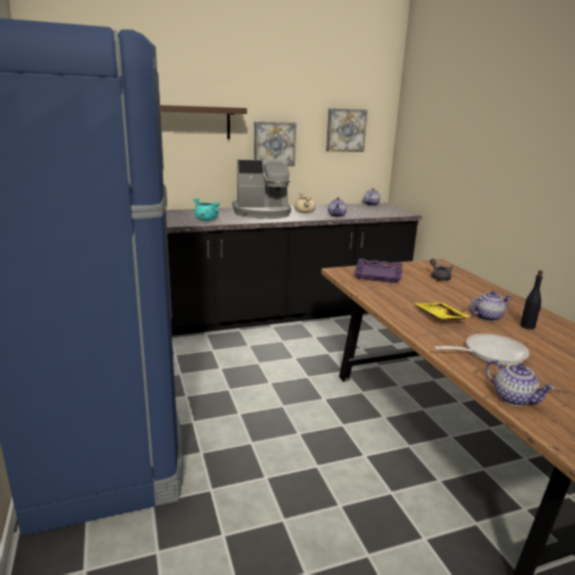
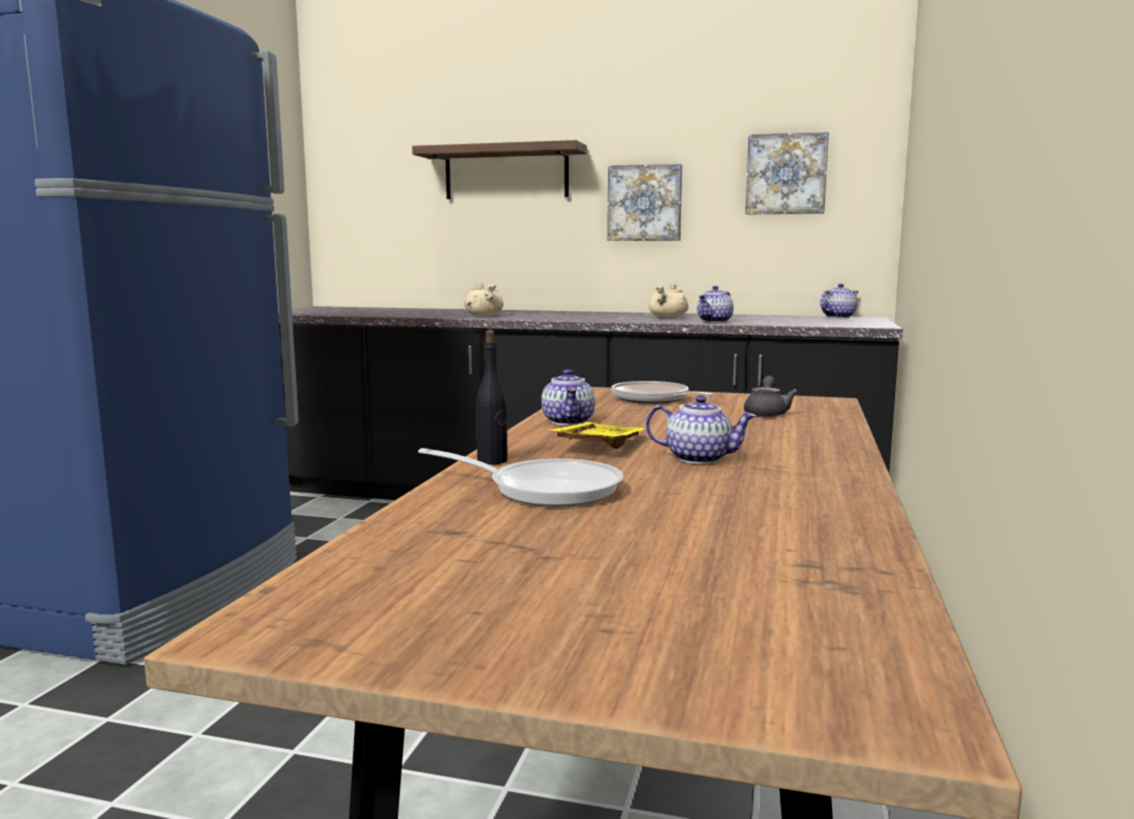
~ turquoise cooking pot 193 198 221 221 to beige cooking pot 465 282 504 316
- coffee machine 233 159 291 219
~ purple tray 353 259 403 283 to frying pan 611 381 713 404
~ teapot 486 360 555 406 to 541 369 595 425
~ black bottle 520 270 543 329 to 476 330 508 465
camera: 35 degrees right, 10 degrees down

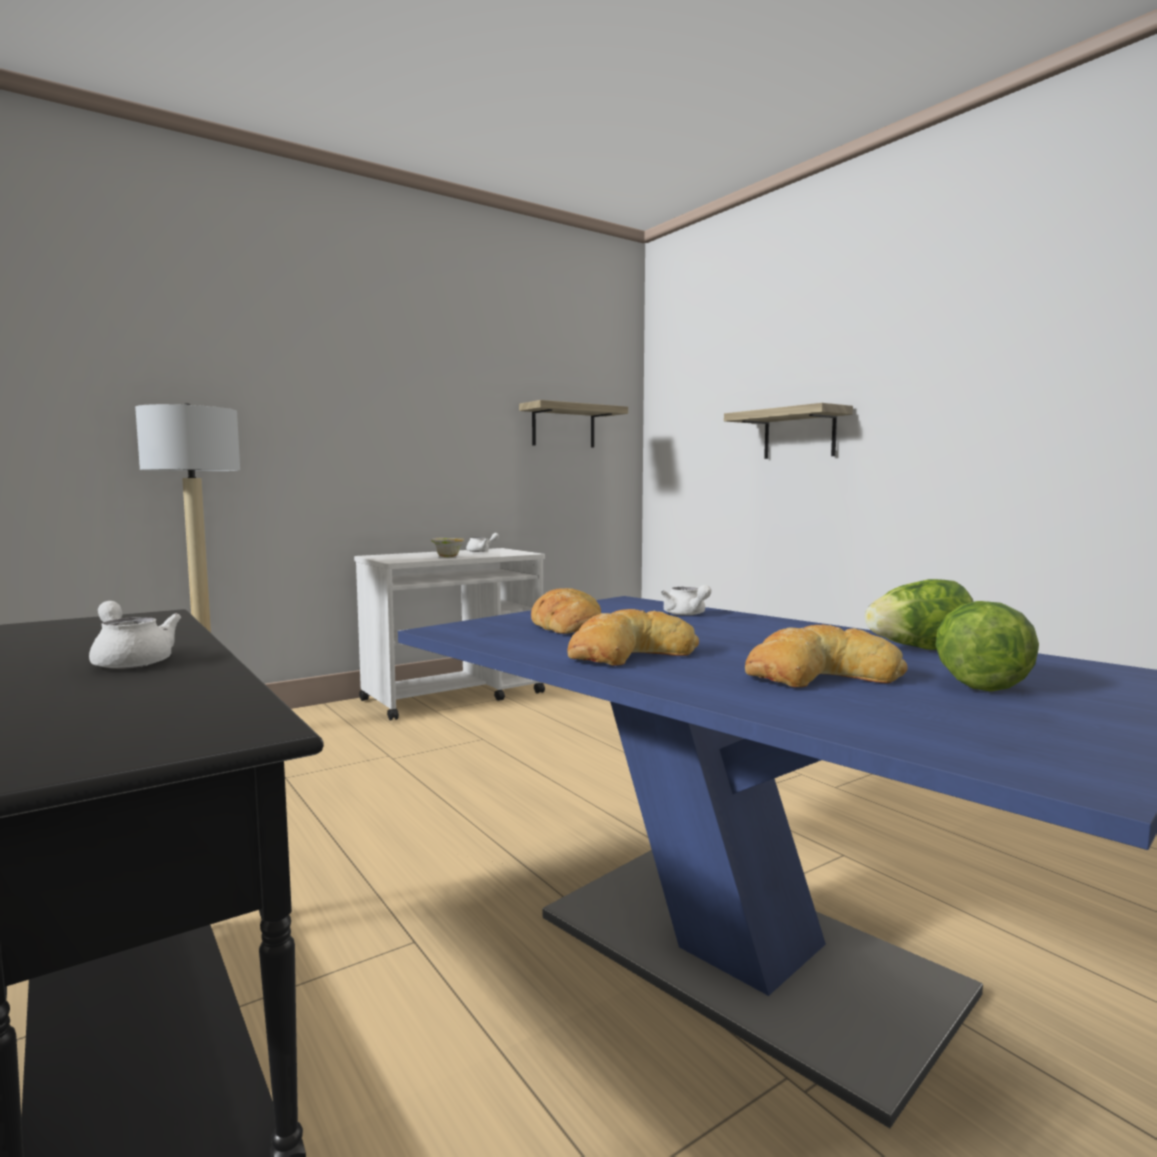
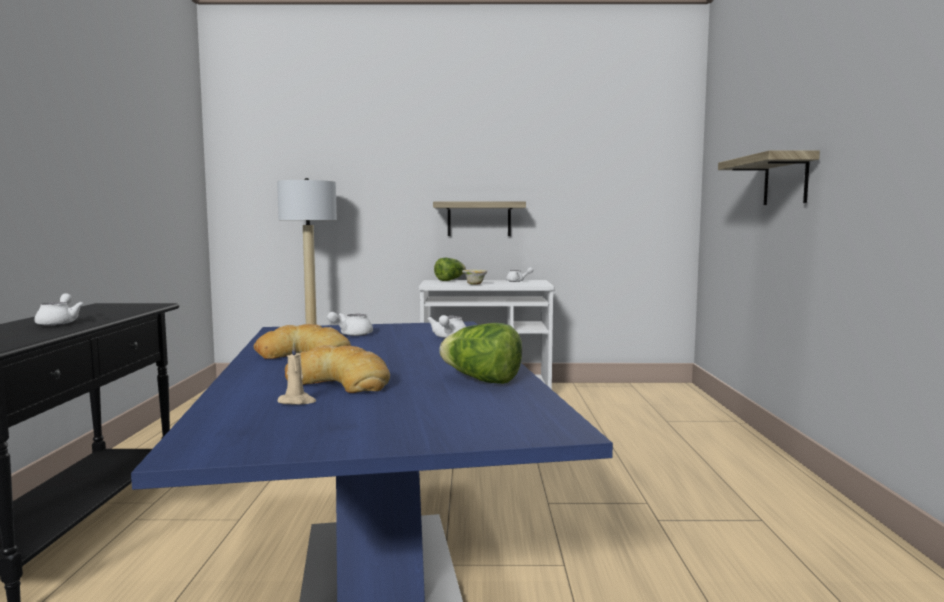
~ shelf 519 400 628 448 to 433 201 526 236
~ bread 531 588 601 634 to white teapot 327 312 373 336
~ lettuce 936 601 1039 692 to 434 258 466 281
+ beige candle 278 342 316 405
camera: 35 degrees right, 0 degrees up

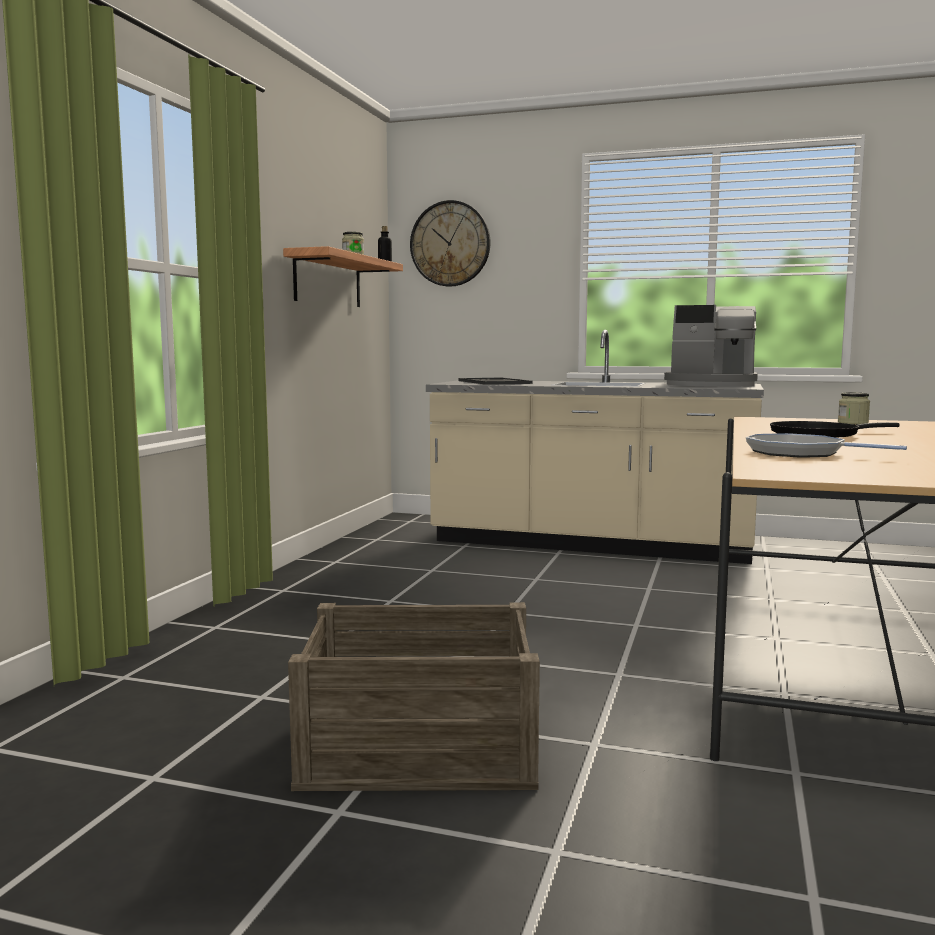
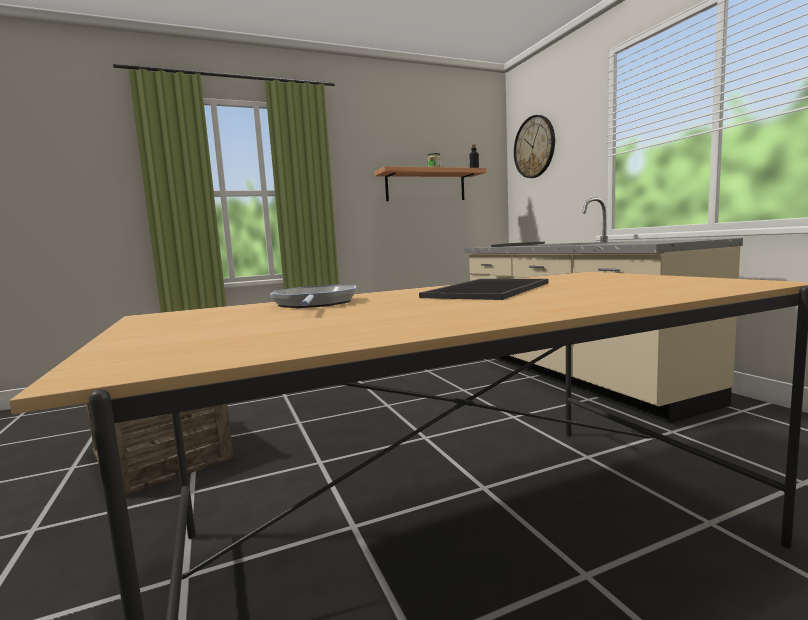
- coffee machine 664 305 758 387
~ black frying pan 770 421 900 438 to tray 419 279 549 300
- jar 838 393 870 424
camera: 50 degrees right, 0 degrees up

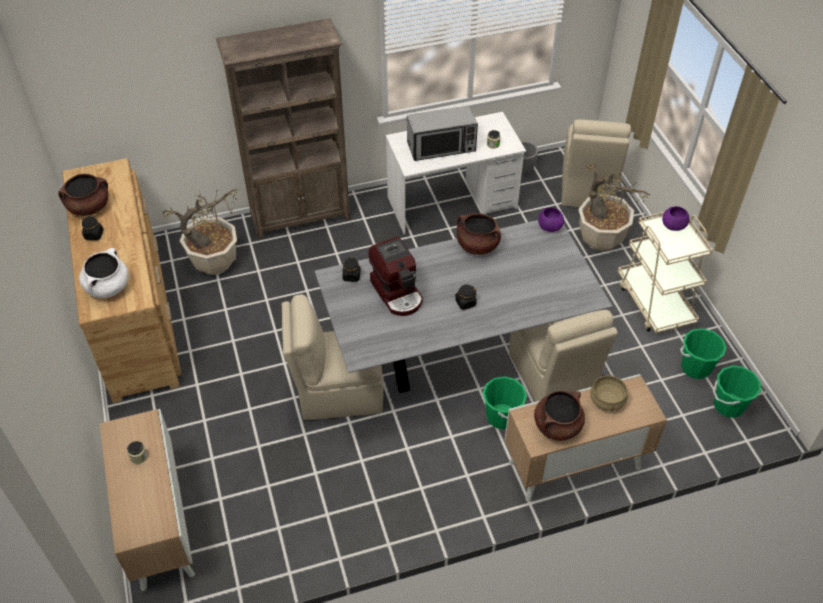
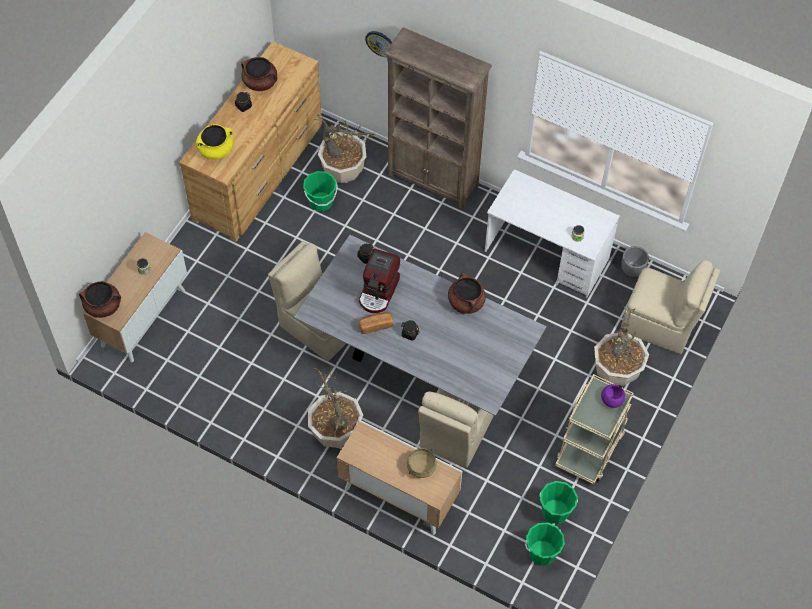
~ white cooking pot 79 248 129 298 to yellow cooking pot 196 124 233 160
- microwave 407 106 478 161
~ green bucket 483 376 527 429 to 303 171 337 211
~ brown cooking pot 534 391 585 441 to 79 281 121 318
- purple bowl 538 207 564 232
~ beige chair 562 119 631 207 = 621 260 720 354 120 degrees counterclockwise
+ potted plant 308 364 363 448
+ bread 358 312 394 334
+ wall clock 365 31 392 57
camera: 45 degrees right, 10 degrees up

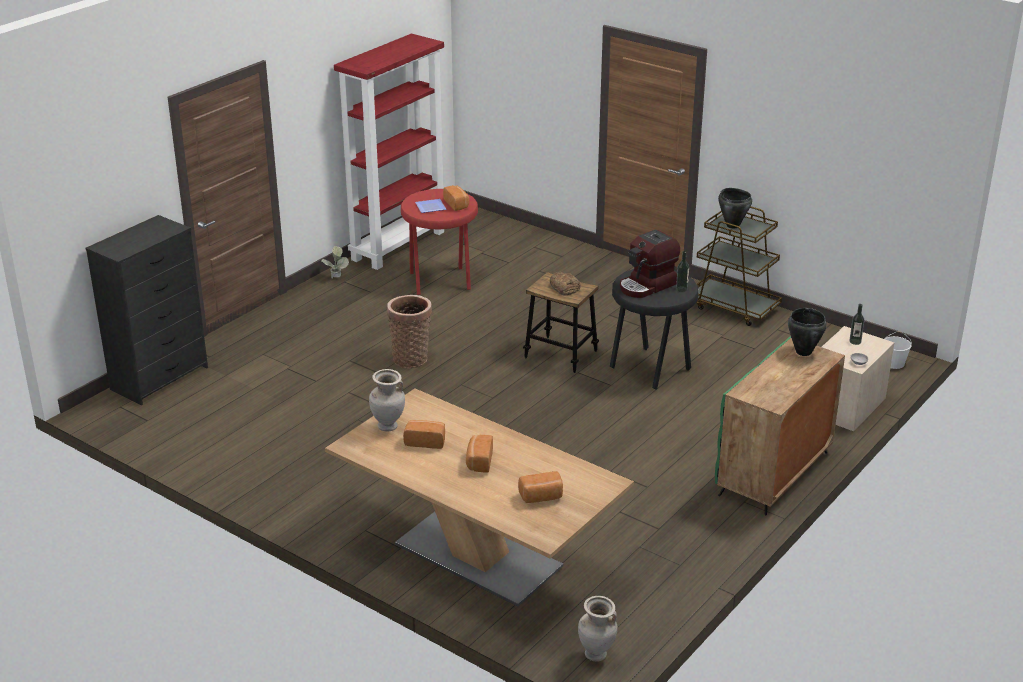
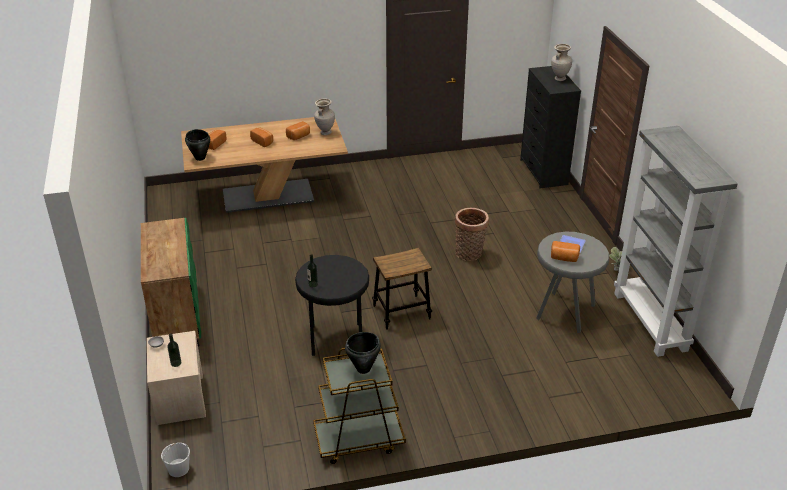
~ red bookcase 334 34 444 270 to grey bookcase 614 126 738 357
~ red stool 401 189 478 295 to grey stool 536 232 609 333
- bread 550 272 581 296
~ beige vase 578 596 617 662 to 551 44 572 81
- coffee machine 620 230 680 298
~ black cooking pot 788 308 827 356 to 185 129 210 161
camera: 130 degrees right, 5 degrees up

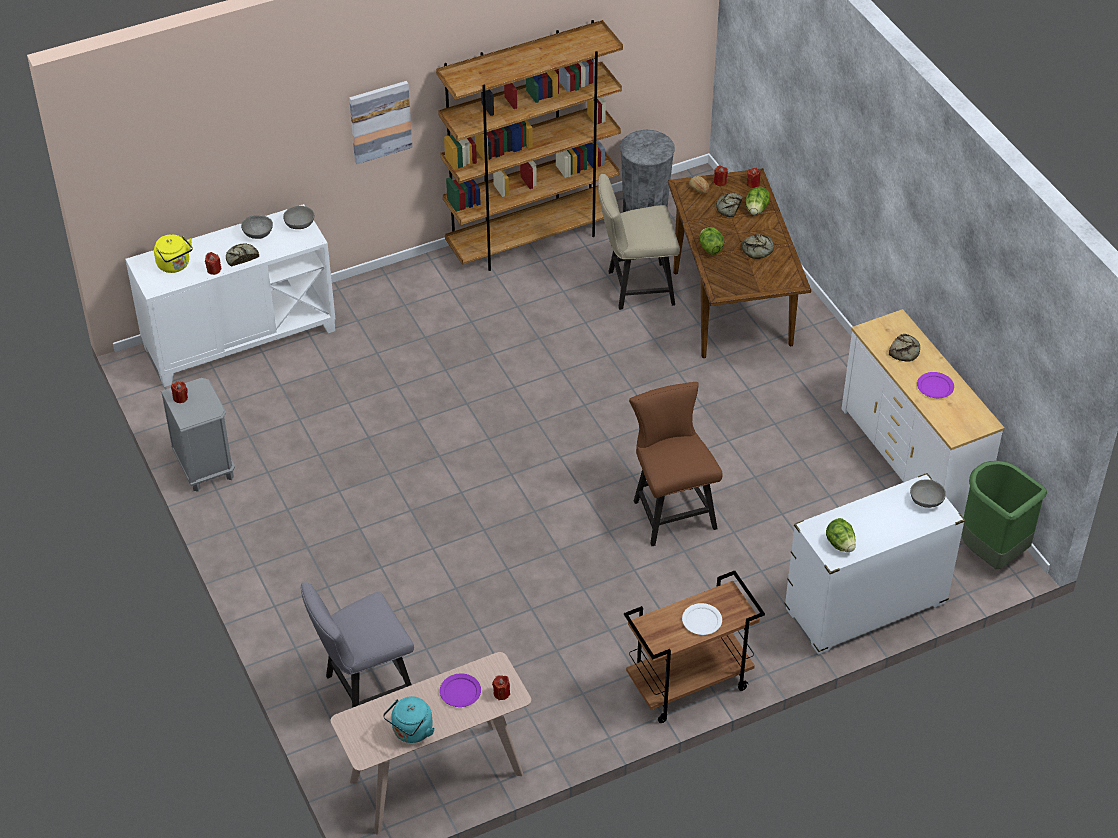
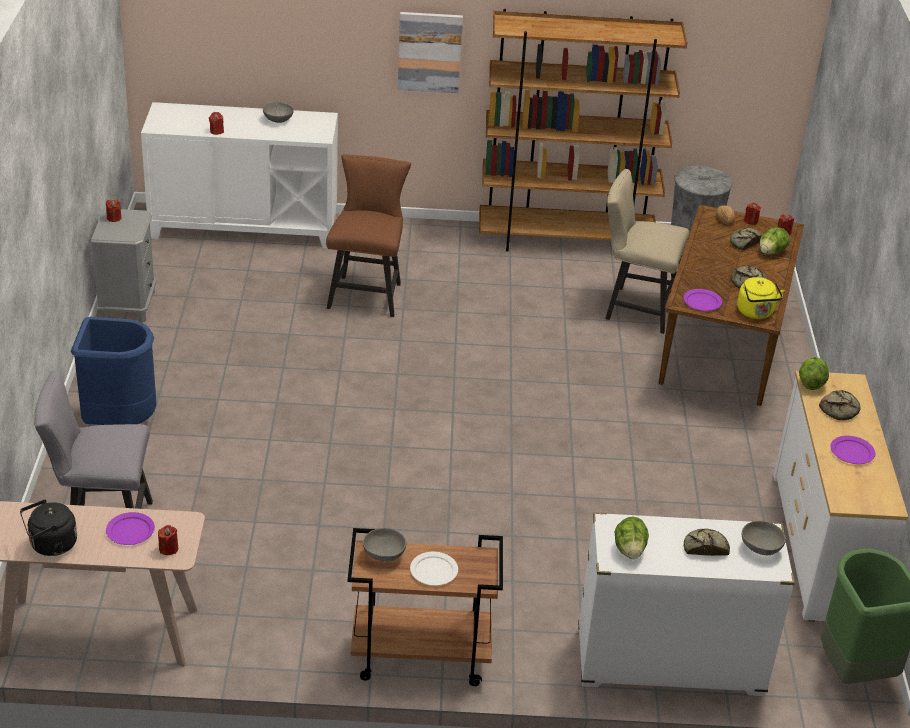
~ yellow kettle 154 234 193 273 to 737 277 785 319
~ bread 226 243 259 266 to 684 528 730 556
~ grey bowl 283 206 314 229 to 363 528 406 562
~ turquoise kettle 383 696 435 743 to black kettle 20 499 77 556
~ brown chair 629 382 723 546 to 326 154 411 317
~ lettuce 700 227 724 255 to 799 357 829 390
+ blue trash can 71 317 157 425
+ purple plate 683 289 722 311
camera: 25 degrees right, 10 degrees down

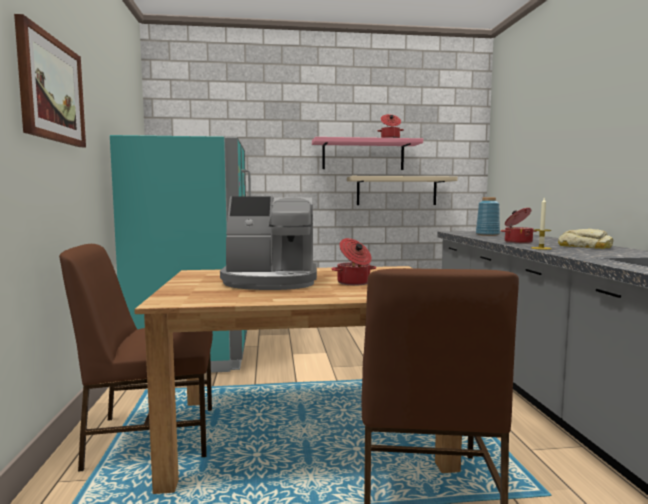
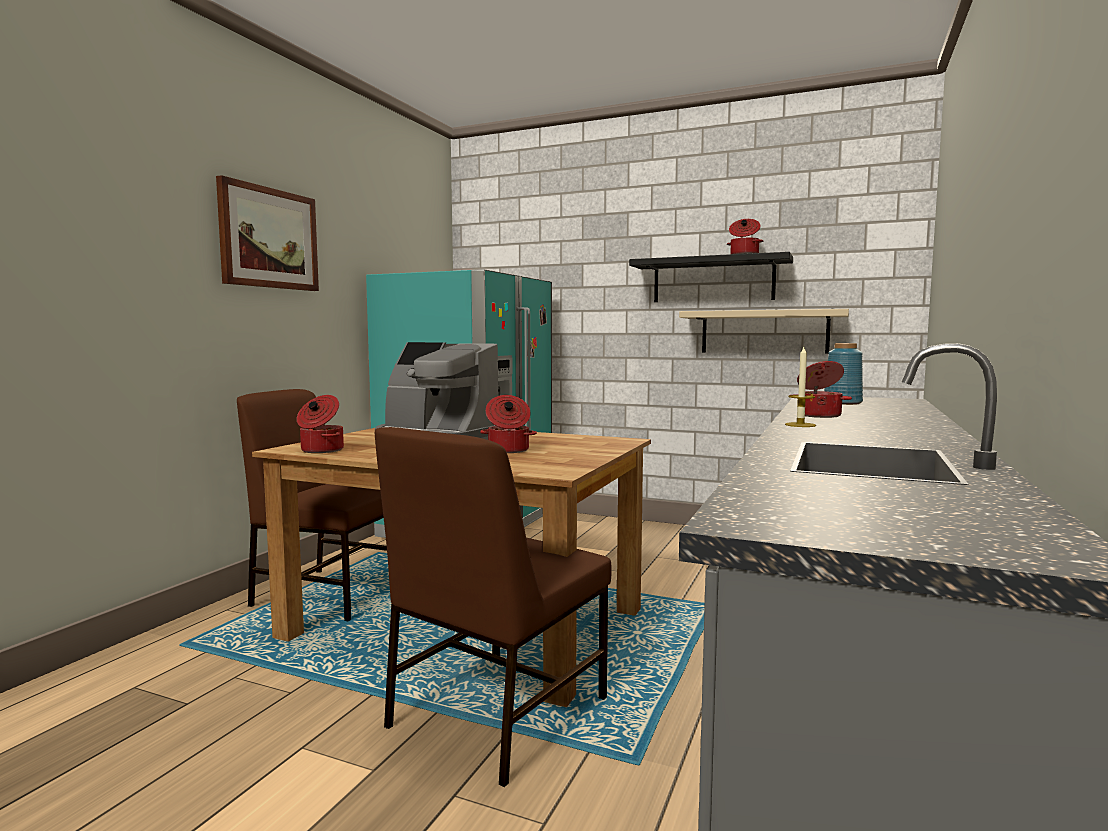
~ pink shelf 312 137 423 170 to black shelf 629 252 793 302
- bread 558 229 613 249
+ cooking pot 297 395 344 453
camera: 30 degrees right, 0 degrees up

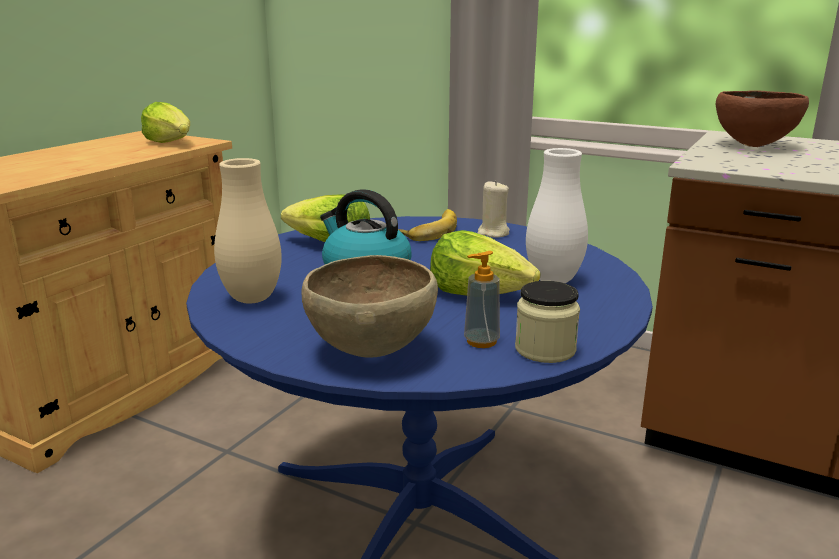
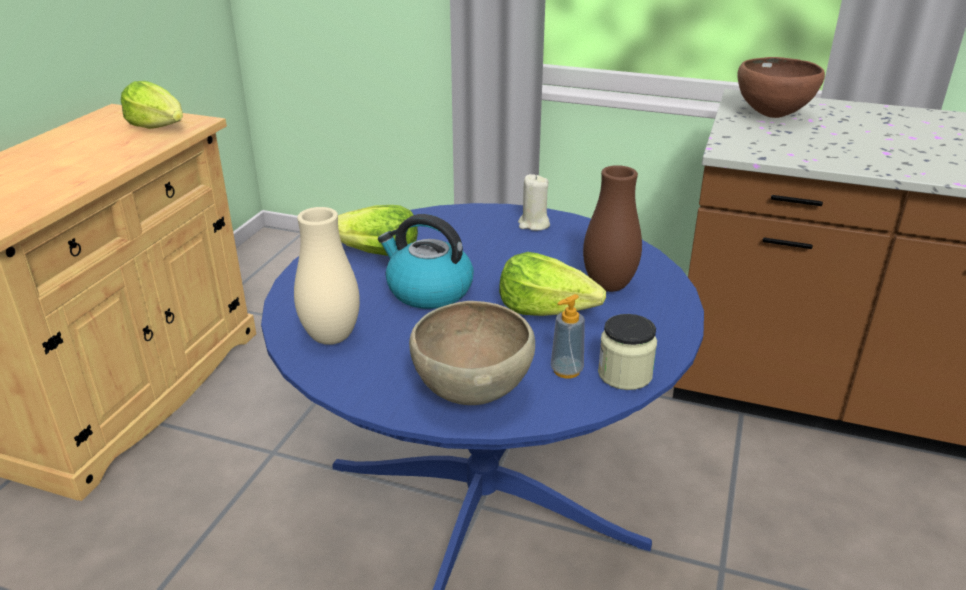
- banana 398 209 457 241
~ white vase 526 148 588 283 to brown vase 583 165 642 292
camera: 10 degrees left, 10 degrees up

